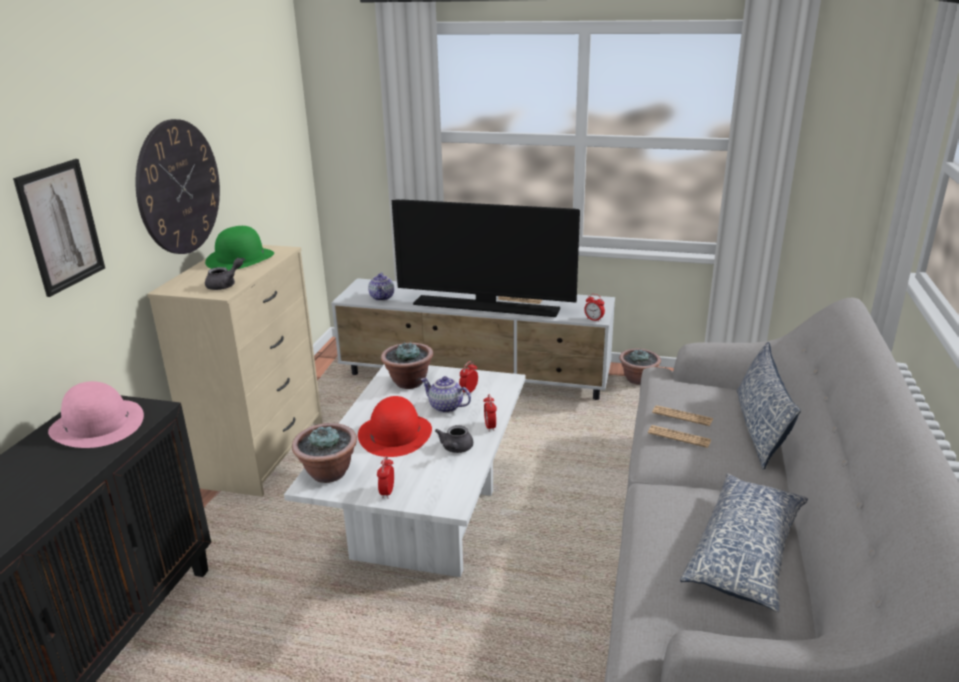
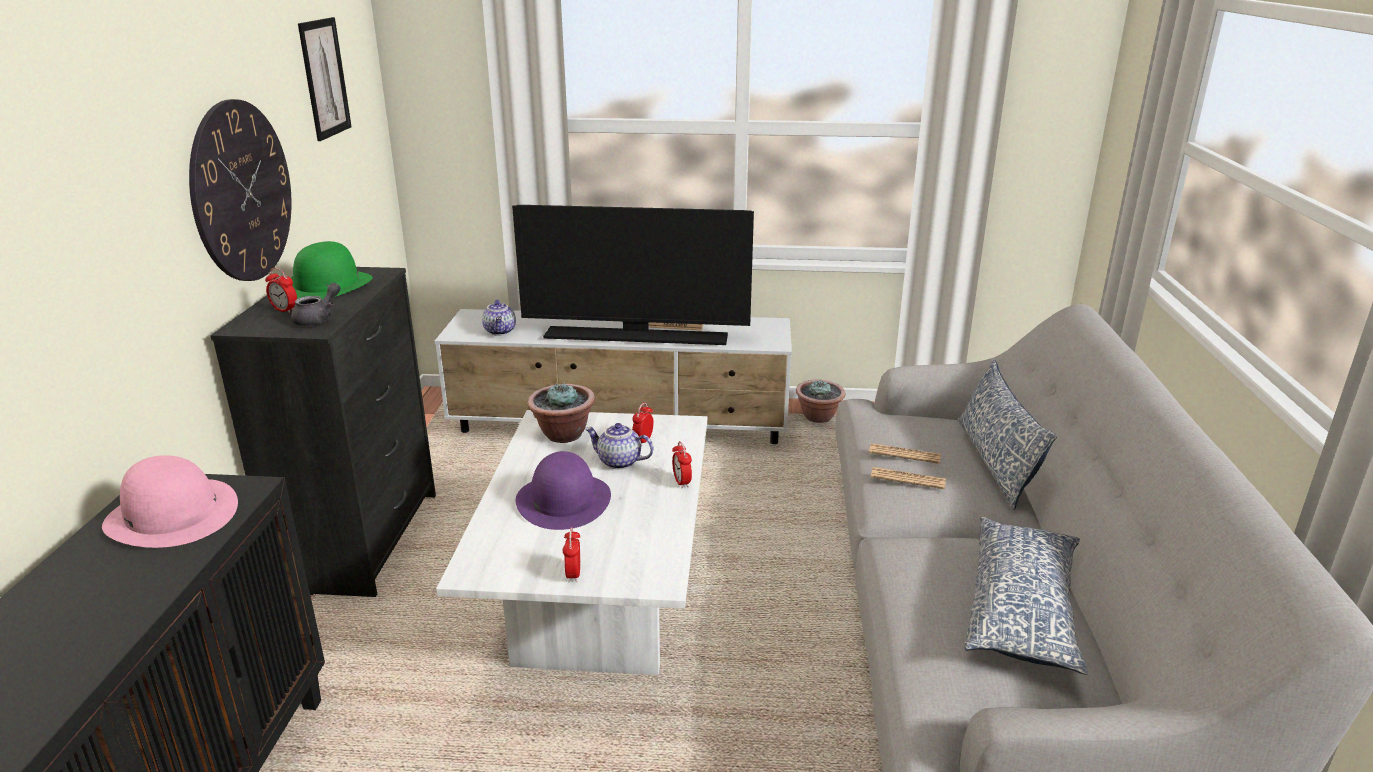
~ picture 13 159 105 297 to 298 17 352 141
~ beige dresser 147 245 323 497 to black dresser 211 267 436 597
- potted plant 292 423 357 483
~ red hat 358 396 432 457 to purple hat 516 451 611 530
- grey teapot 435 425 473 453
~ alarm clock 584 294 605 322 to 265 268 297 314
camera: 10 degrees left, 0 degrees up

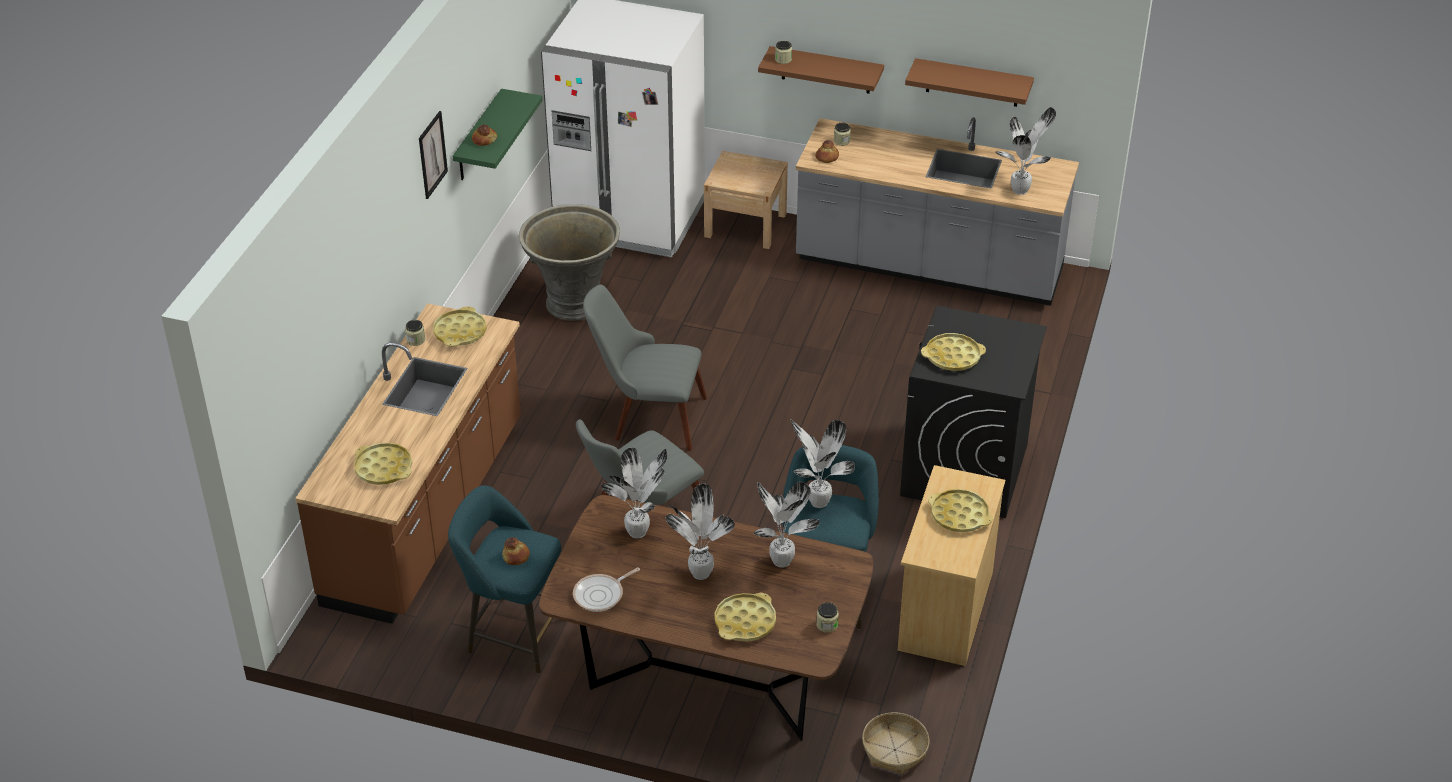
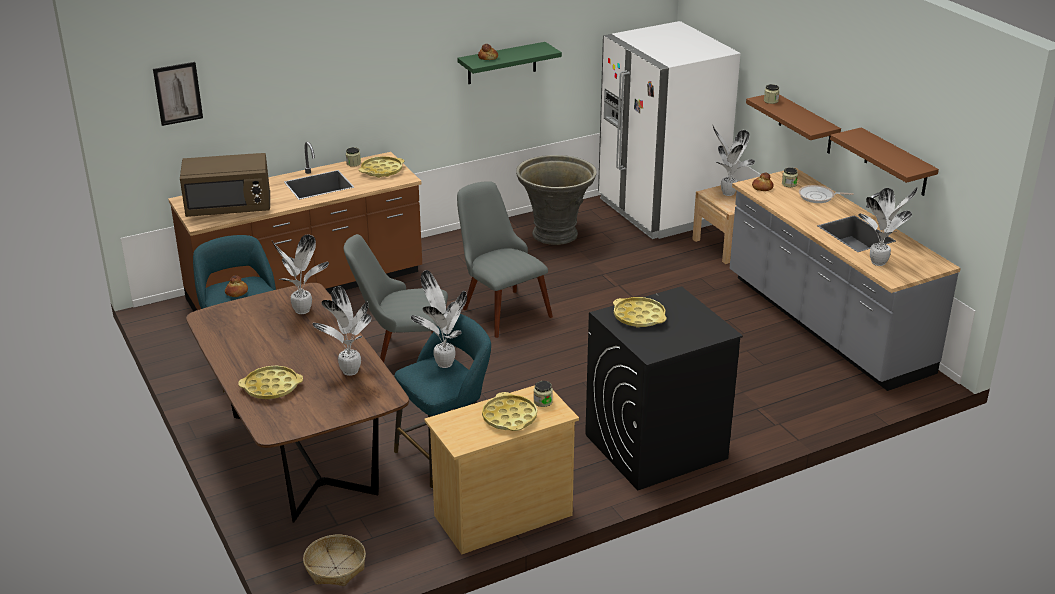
~ yellow tray 354 443 412 485 to brown microwave 180 153 270 217
~ picture 419 111 448 199 to 153 62 203 126
~ frying pan 573 567 640 612 to 799 185 854 203
~ potted plant 666 484 735 580 to 712 124 755 196
~ jar 816 602 839 633 to 534 381 553 407
camera: 45 degrees right, 10 degrees down

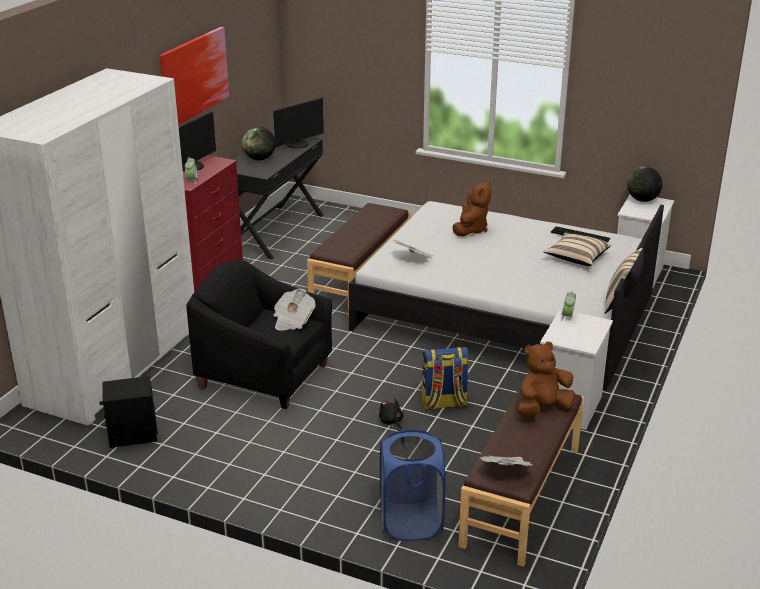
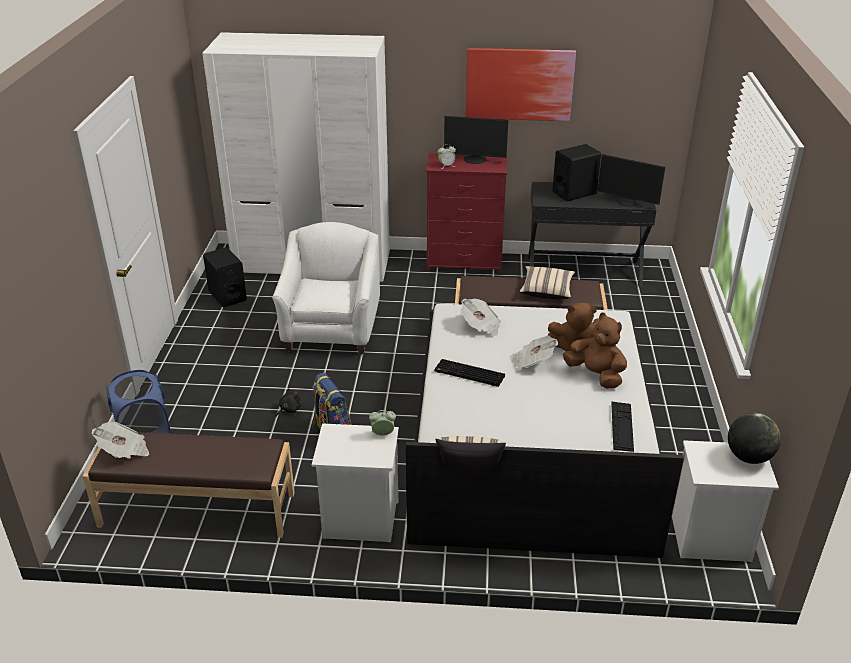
~ black armchair 186 260 332 409 to white armchair 272 222 380 355
~ globe 242 127 276 160 to black speaker 553 144 601 201
~ newspaper 273 289 316 331 to 510 336 558 370
~ brown plush toy 518 341 575 416 to 563 313 627 388
~ beige pillow 544 233 611 266 to 520 266 575 299
+ keyboard 435 359 505 387
camera: 70 degrees right, 5 degrees up

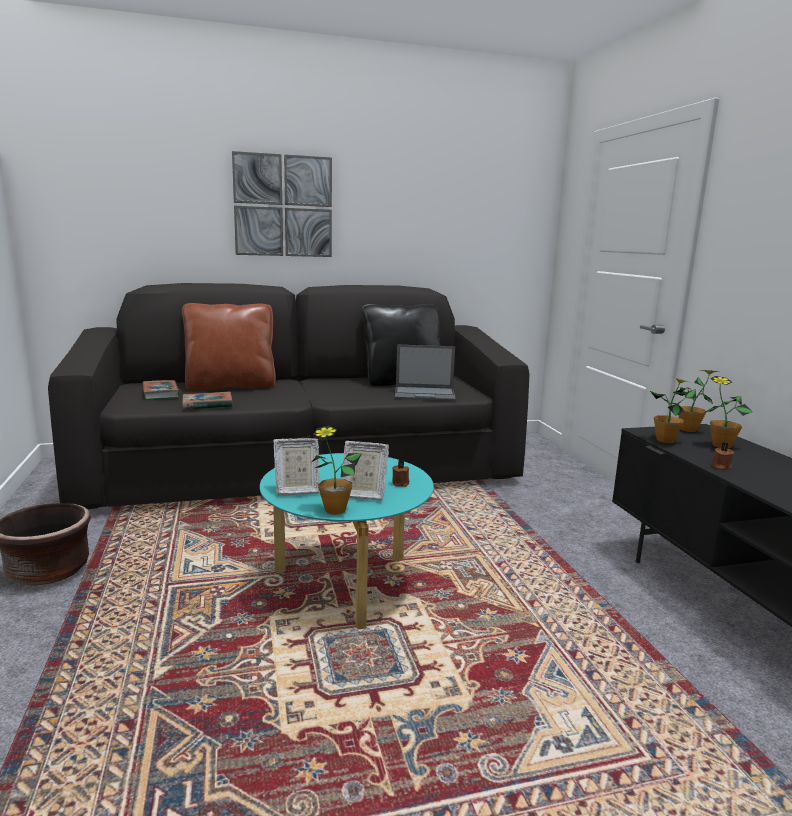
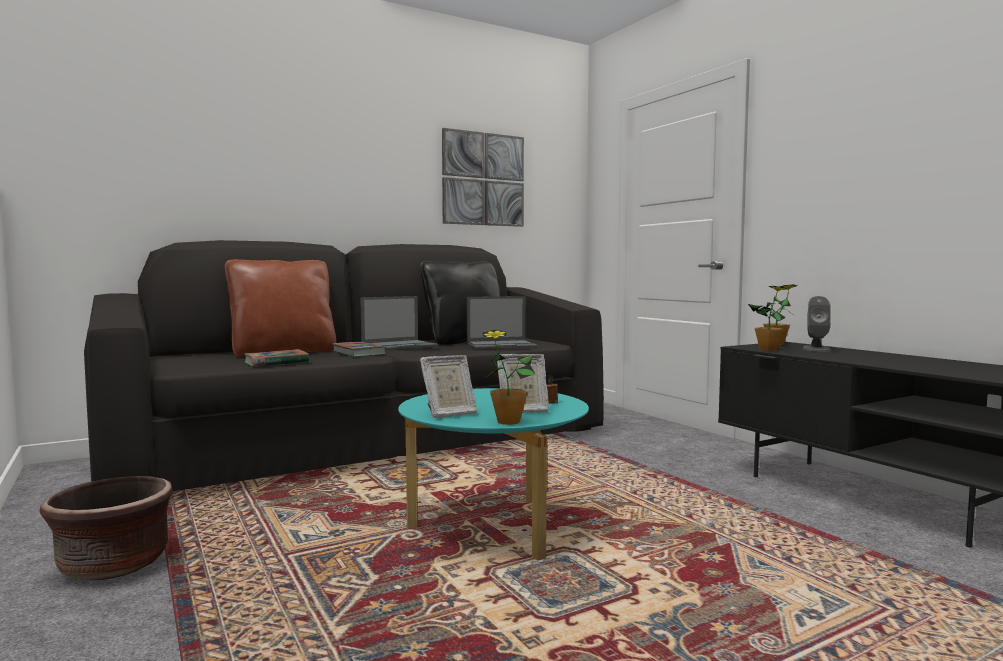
~ book 143 380 180 399 to 332 342 387 357
~ picture 232 151 332 257 to 442 128 524 227
~ potted plant 706 376 753 449 to grey speaker 803 296 831 352
- brown candle 711 442 734 470
+ laptop 360 296 439 350
camera: 15 degrees left, 10 degrees down

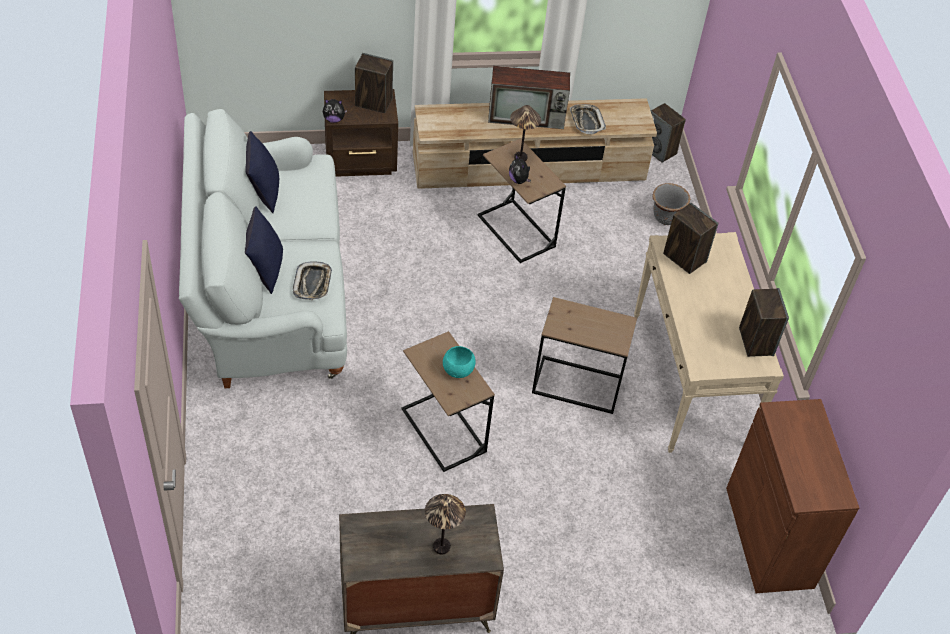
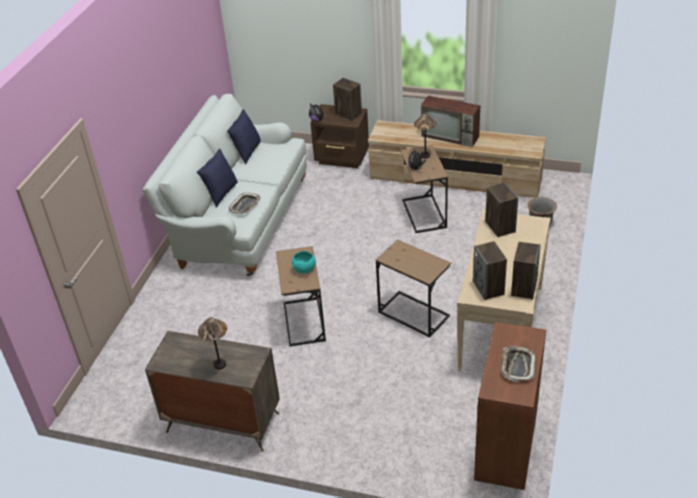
~ tray 570 104 606 135 to 501 346 536 382
~ speaker 650 103 686 163 to 473 241 507 300
camera: 30 degrees right, 10 degrees down

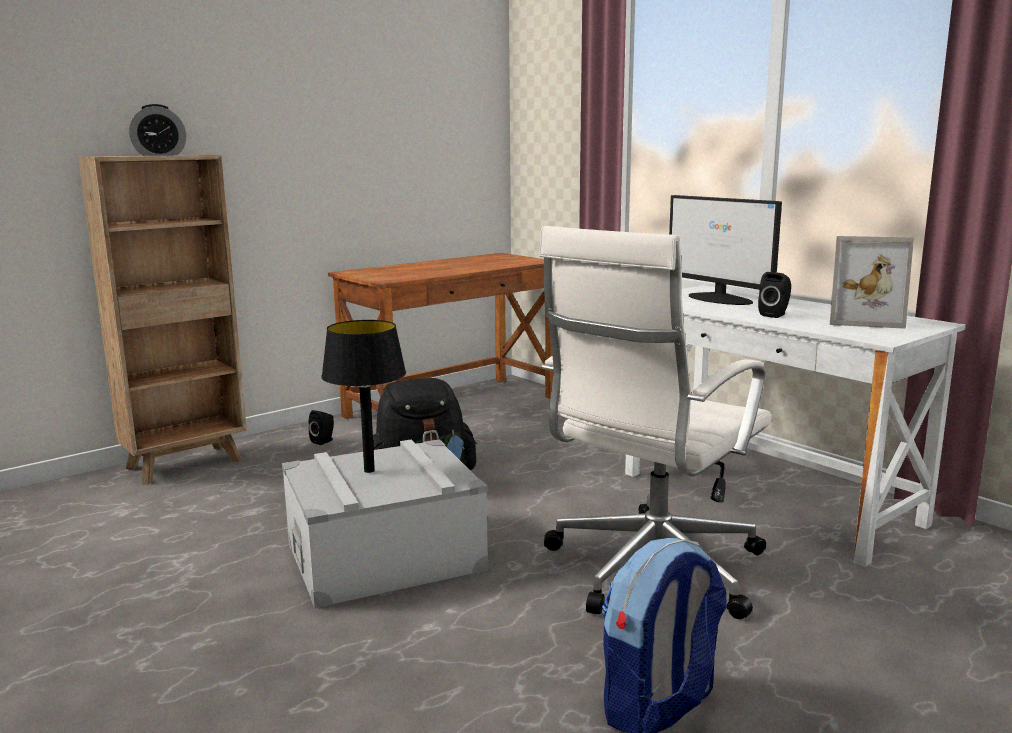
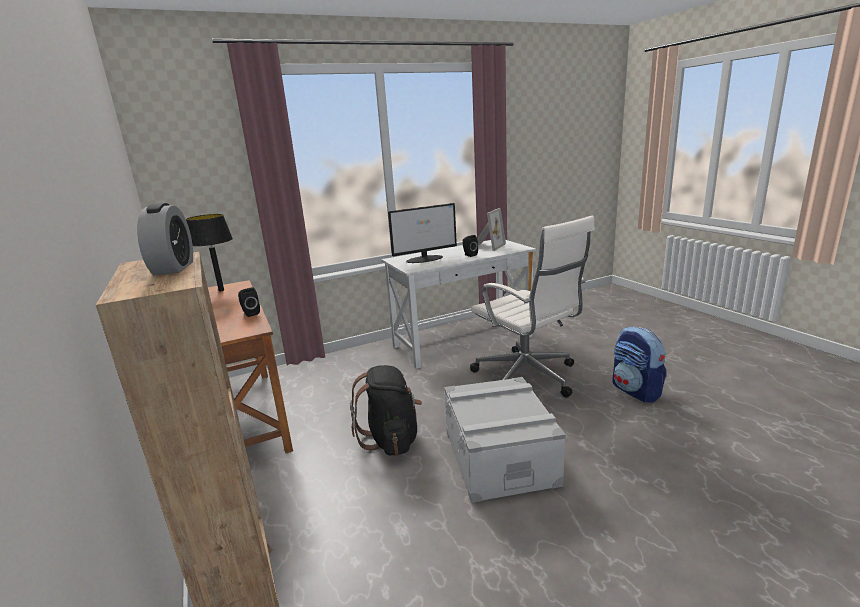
~ black speaker 309 410 334 445 to 238 287 260 317
~ black table lamp 321 320 406 473 to 186 214 233 291
camera: 75 degrees left, 5 degrees up

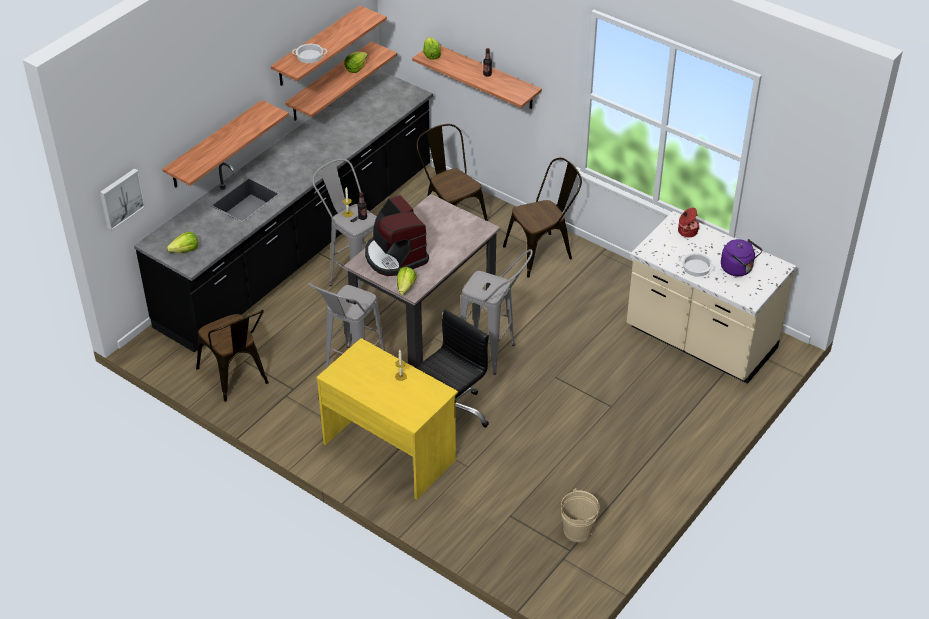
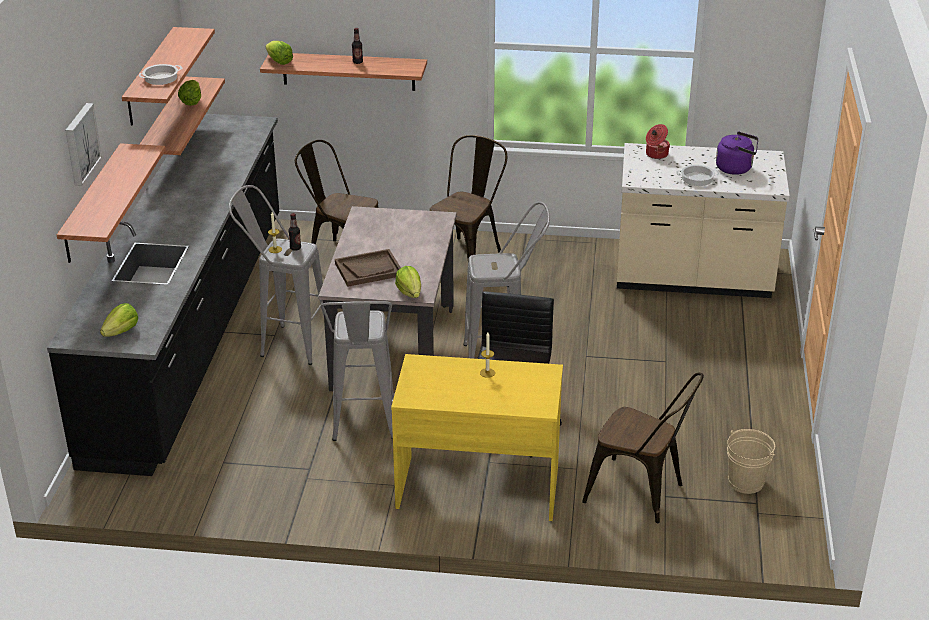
~ picture 100 168 145 231 to 65 103 102 186
~ brown chair 196 310 269 402 to 582 373 704 523
~ coffee machine 365 195 429 276 to brown tray 335 249 401 287
camera: 30 degrees left, 10 degrees down

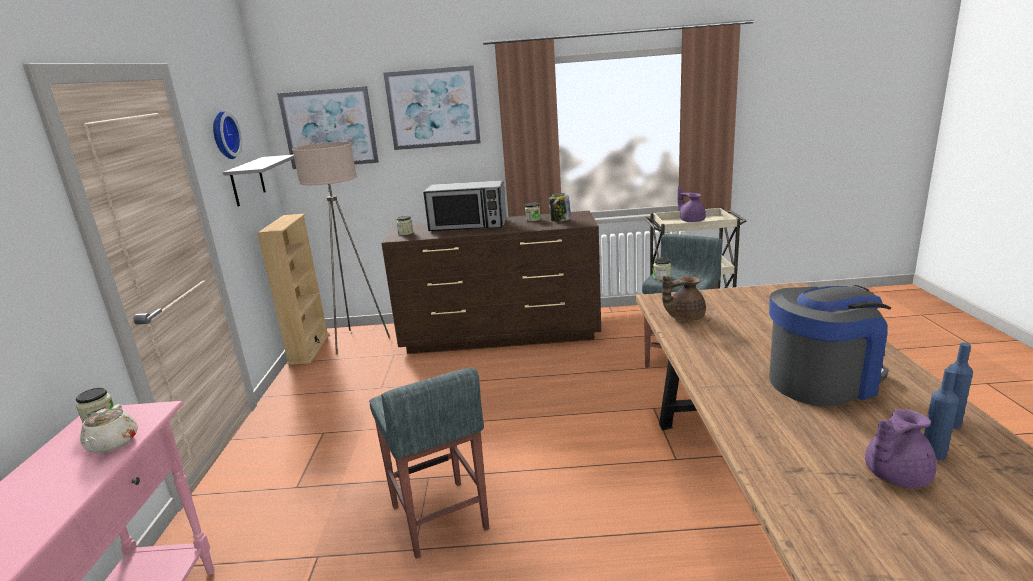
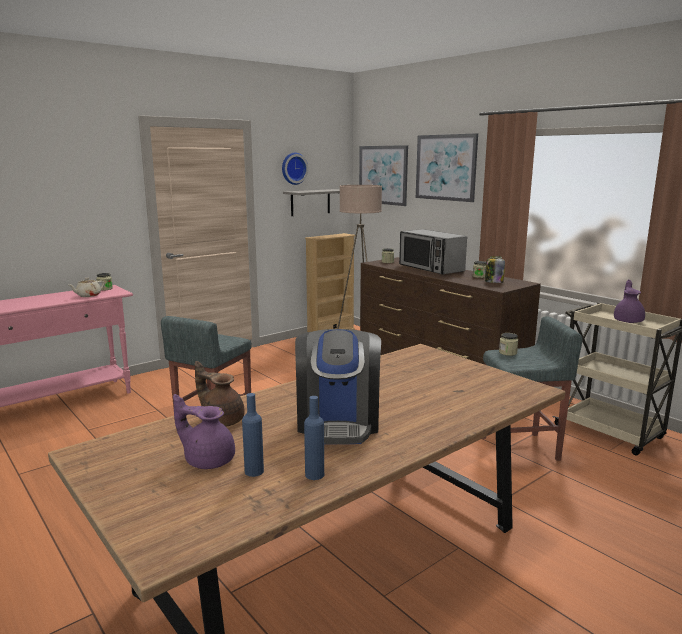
~ brown teapot 662 276 706 321 to 195 361 245 427
~ coffee machine 769 285 891 407 = 295 329 381 444 60 degrees clockwise
camera: 50 degrees right, 5 degrees down

